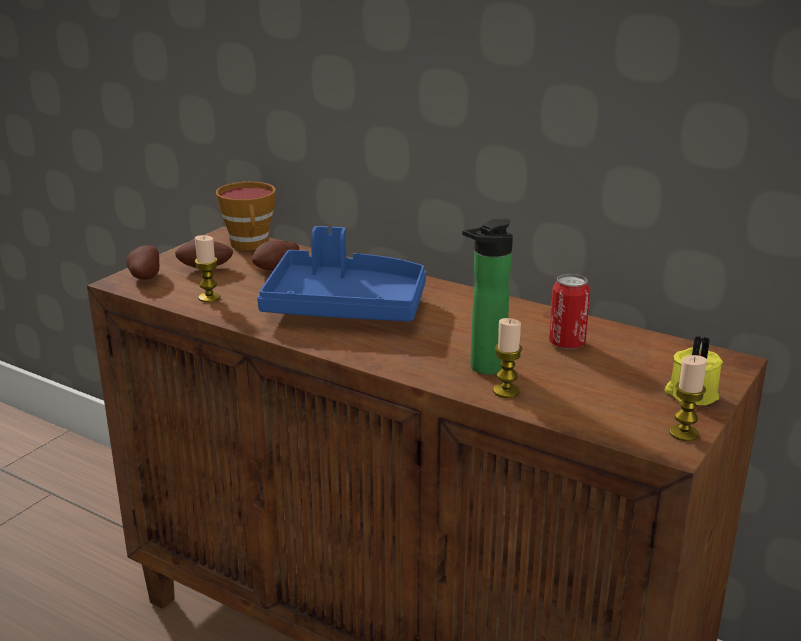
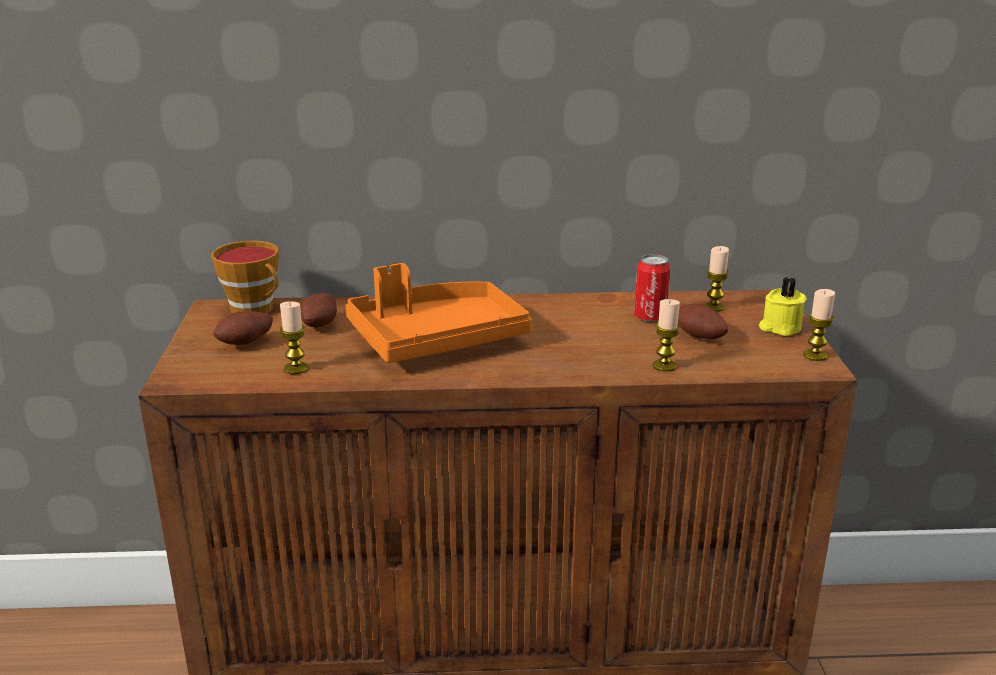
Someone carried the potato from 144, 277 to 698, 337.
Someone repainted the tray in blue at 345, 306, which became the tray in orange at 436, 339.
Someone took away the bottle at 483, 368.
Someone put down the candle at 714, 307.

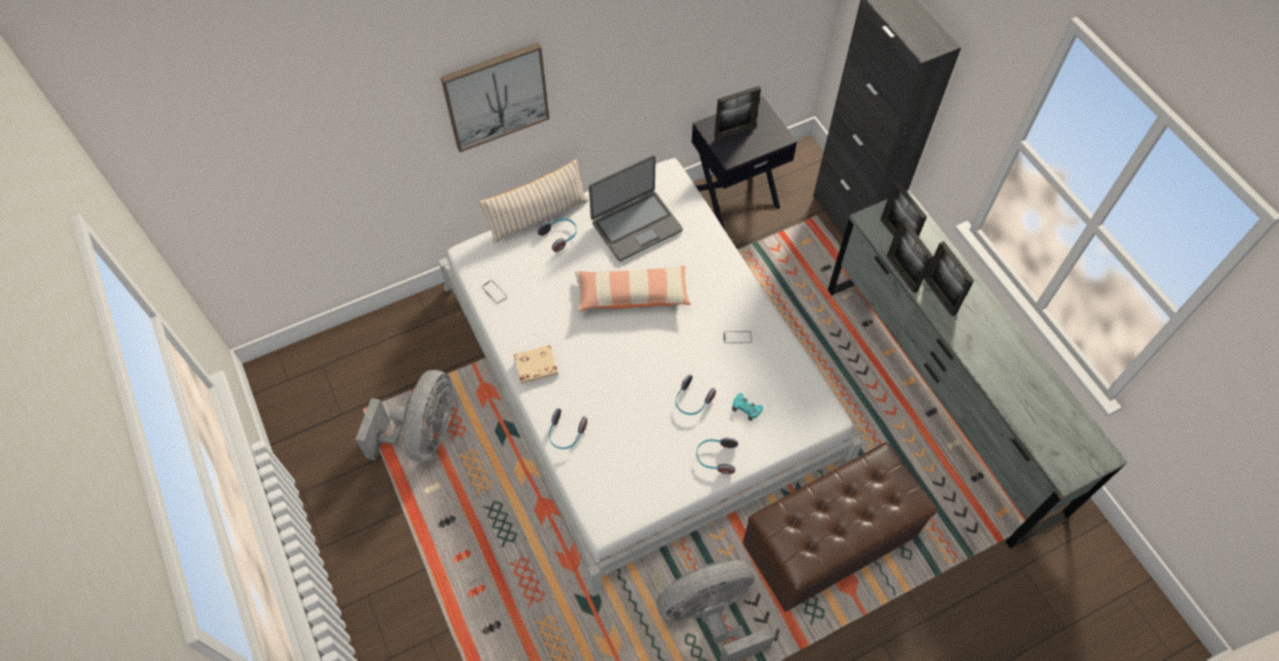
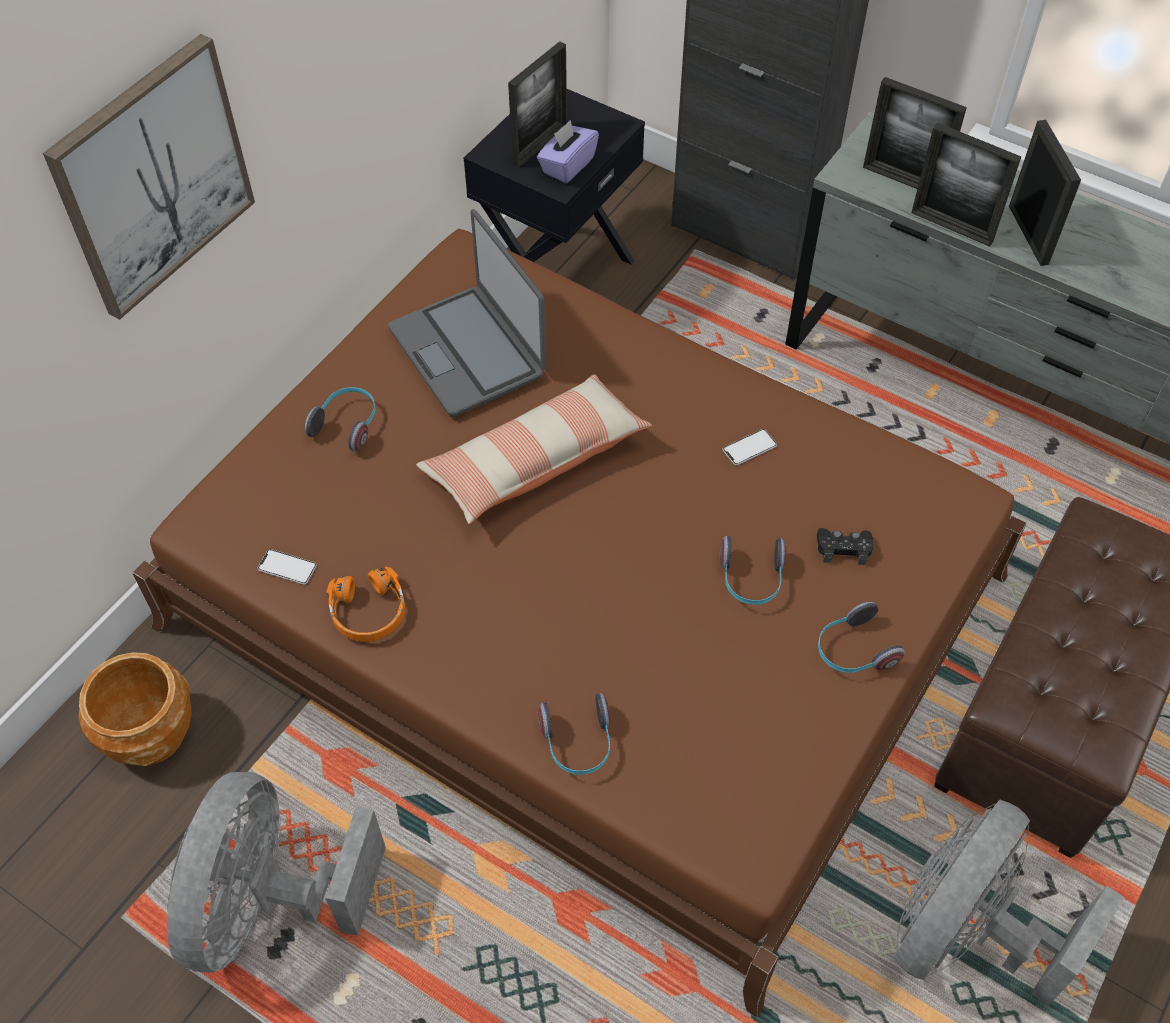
Someone rotated the fan in grey at 424, 435 by 150 degrees counterclockwise.
Someone repainted the bed in white at 639, 373, which became the bed in brown at 585, 602.
Someone took away the pillow in beige at 537, 216.
Someone took away the book in beige at 535, 367.
Someone rotated the laptop at 636, 226 by 120 degrees clockwise.
Someone repainted the game controller in turquoise at 746, 408, which became the game controller in black at 843, 548.
Someone rotated the picture frame at 939, 296 by 135 degrees counterclockwise.
Someone put down the planter in brown at 151, 734.
Someone put down the headphones in orange at 369, 612.
Someone put down the tissue box in purple at 567, 166.

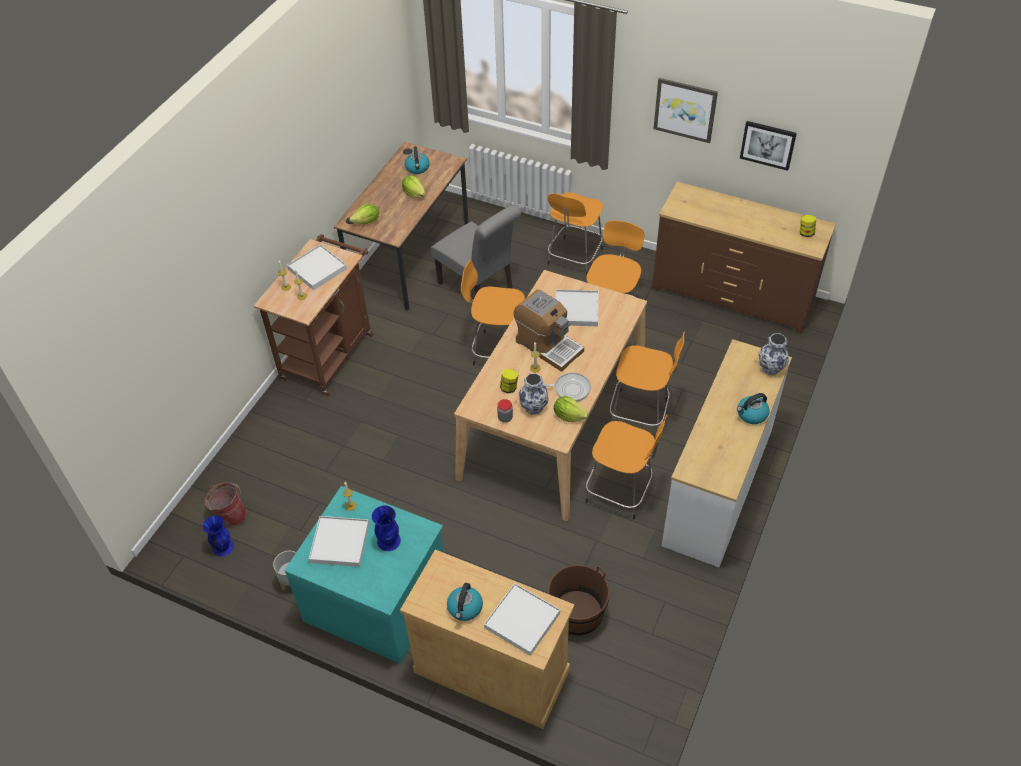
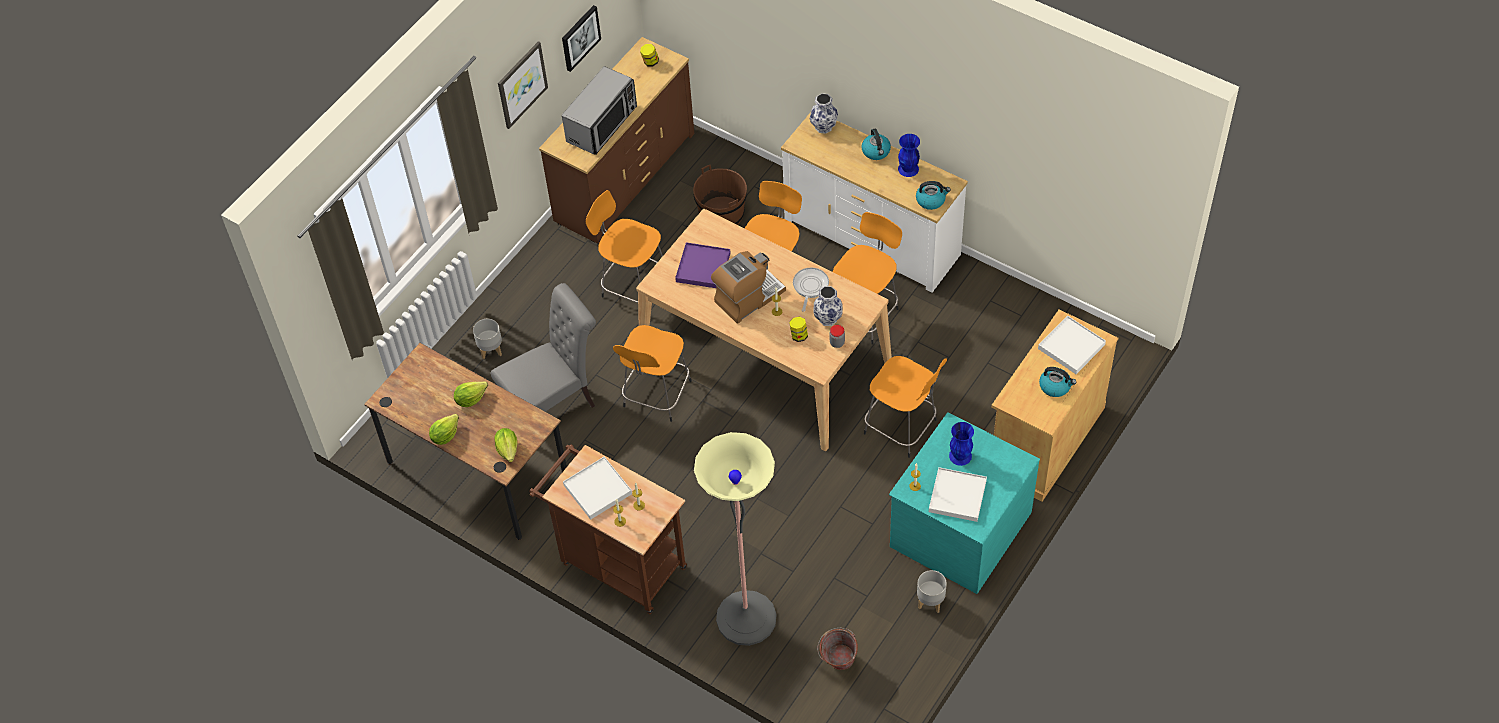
Someone carried the vase in blue from 222, 547 to 908, 169.
Someone carried the kettle from 417, 168 to 931, 200.
Someone carried the stool in orange from 574, 258 to 902, 428.
Someone carried the bucket in brown from 577, 613 to 721, 214.
Someone carried the lettuce from 569, 416 to 445, 435.
Someone repainted the tray in white at 576, 310, which became the tray in purple at 703, 267.
Someone put down the planter in grey at 491, 350.
Someone put down the microwave at 602, 124.
Someone put down the floor lamp at 746, 618.

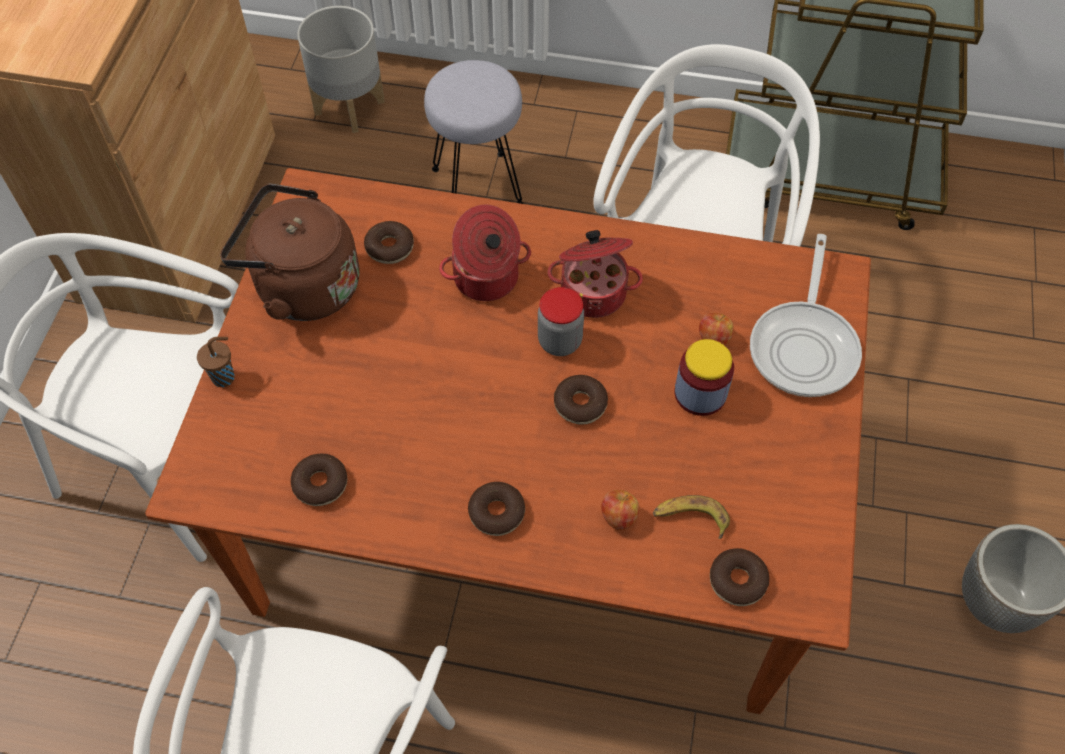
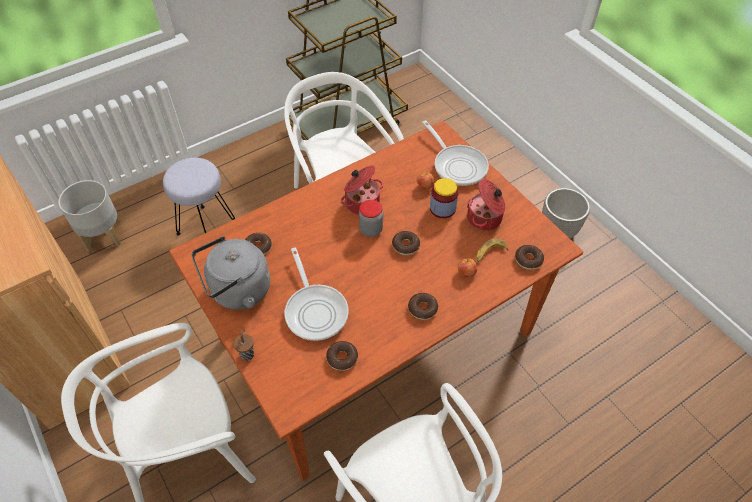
Someone repainted the kettle in brown at 302, 286, which became the kettle in grey at 237, 291.
Someone carried the cooking pot from 486, 279 to 485, 218.
Someone put down the frying pan at 315, 310.

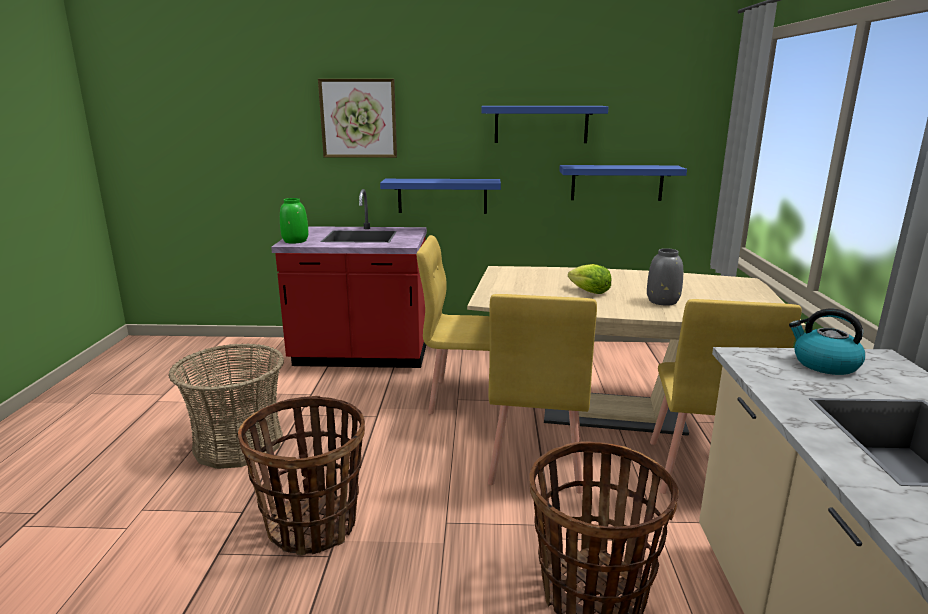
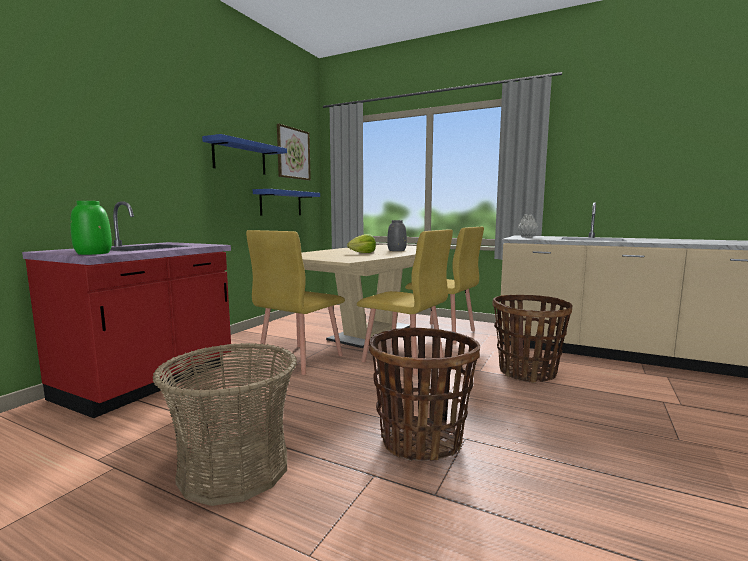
Someone carried the picture from 358, 118 to 293, 153.
Someone took away the shelf in blue at 442, 196.
Someone swapped the kettle at 824, 364 for the vase in grey at 527, 237.

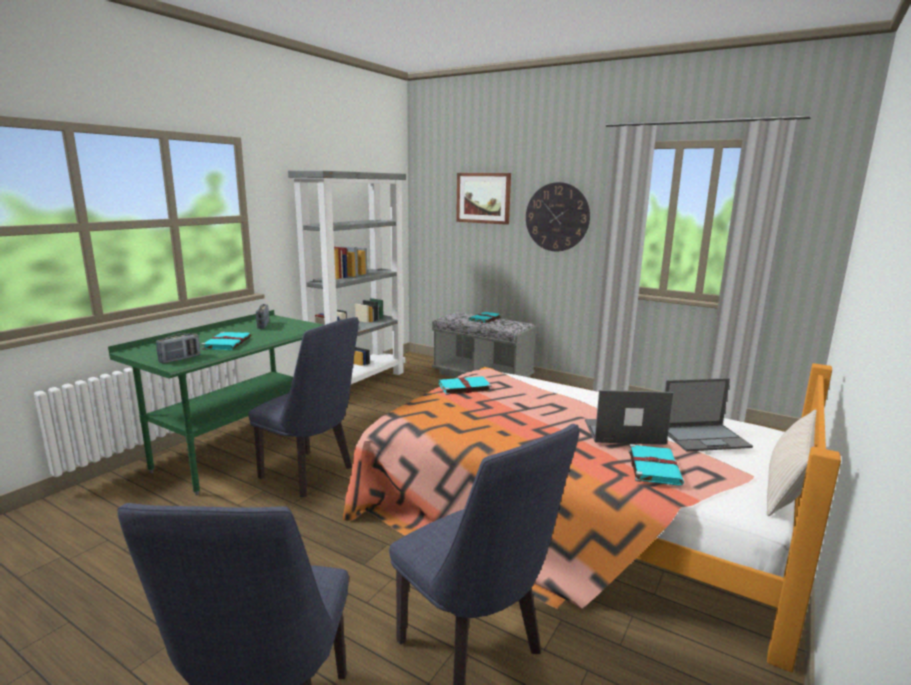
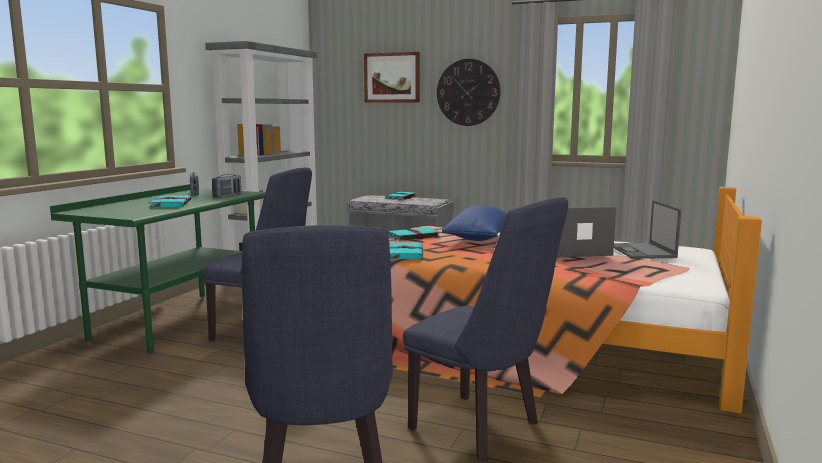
Someone carried the radio from 180, 359 to 227, 196.
Someone carried the book in turquoise from 653, 466 to 405, 253.
Someone rotated the laptop at 705, 437 by 105 degrees clockwise.
Someone took away the pillow in beige at 787, 487.
Someone put down the pillow in blue at 481, 238.

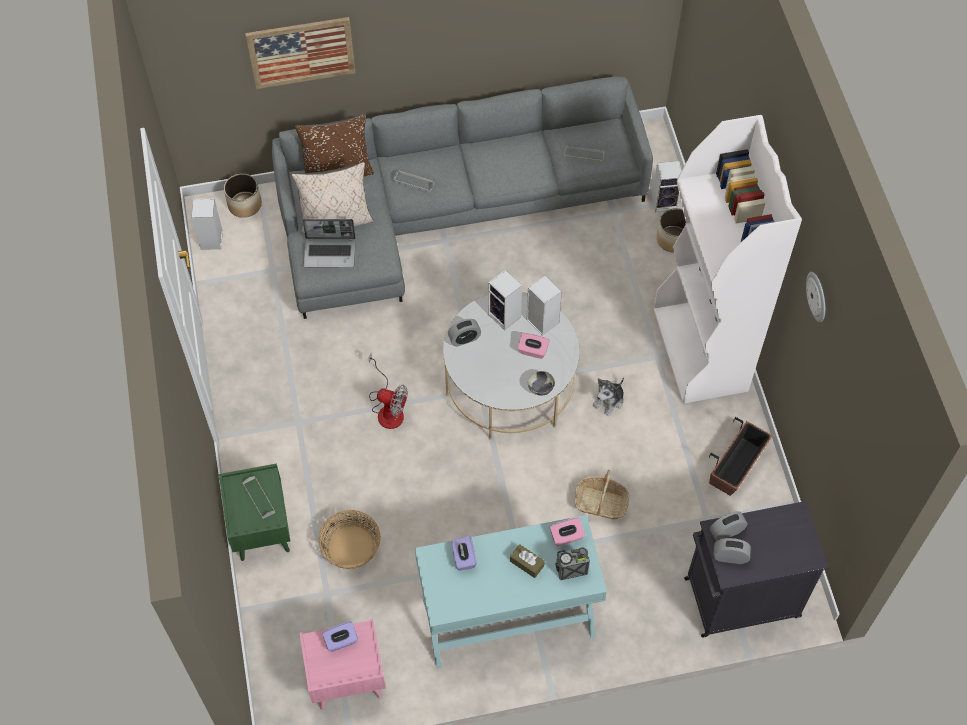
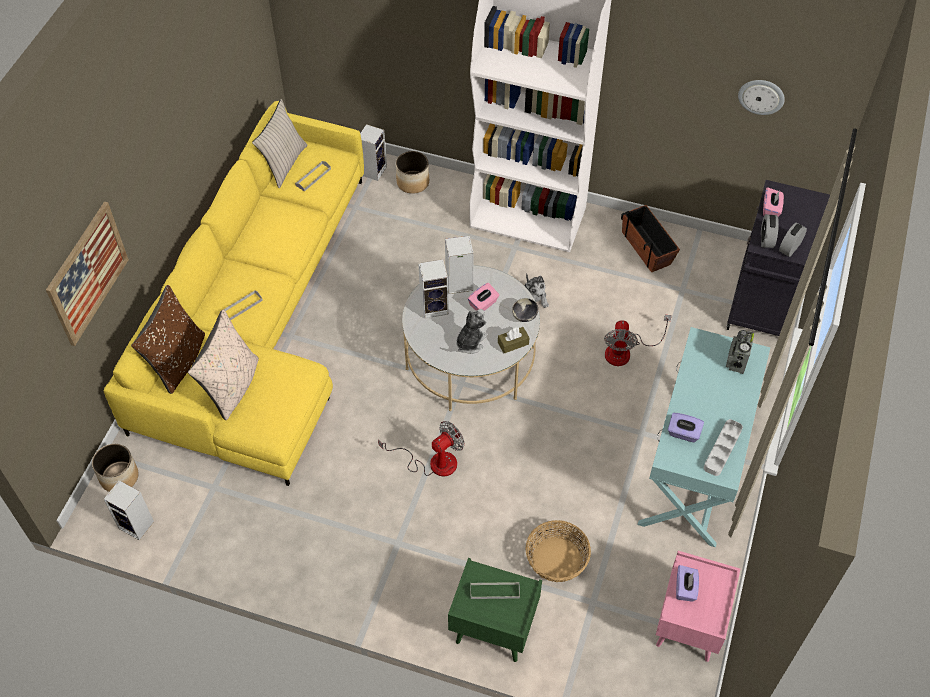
Someone repainted the sofa in grey at 445, 210, which became the sofa in yellow at 258, 320.
Someone took away the laptop at 330, 253.
Someone took away the alarm clock at 464, 339.
Someone carried the tissue box in brown from 527, 563 to 513, 343.
Someone carried the tissue box in pink from 566, 537 to 771, 209.
Someone swapped the basket at 600, 503 for the fan at 625, 351.
Someone carried the wall clock from 817, 296 to 761, 96.
Someone put down the pillow in beige at 284, 164.
Someone put down the plush toy at 470, 342.
Someone put down the tray in grey at 722, 449.

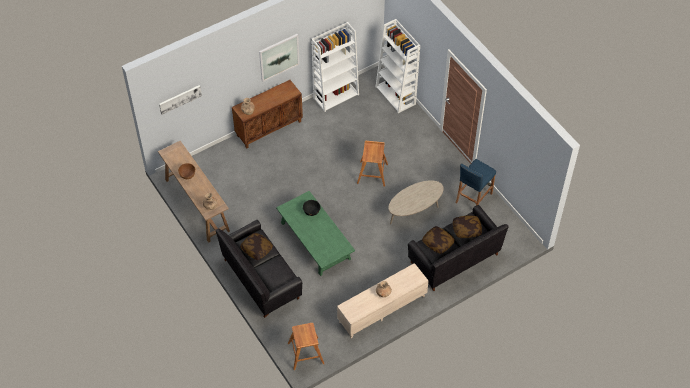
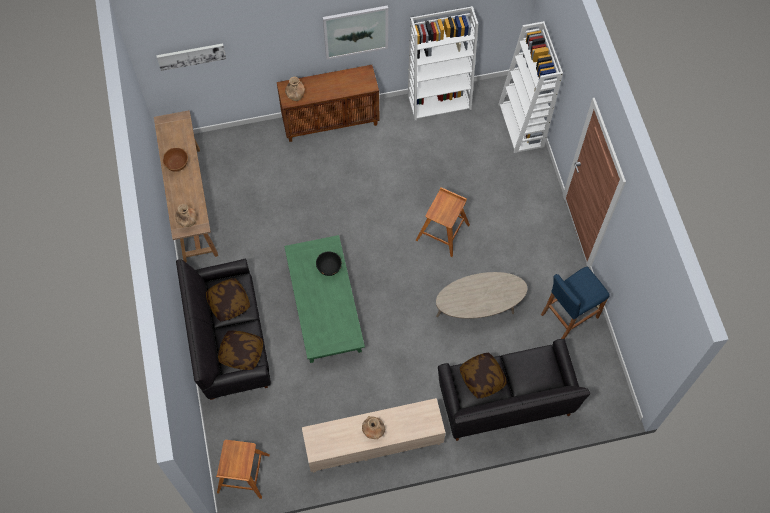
Someone carried the pillow from 466, 229 to 241, 353.

